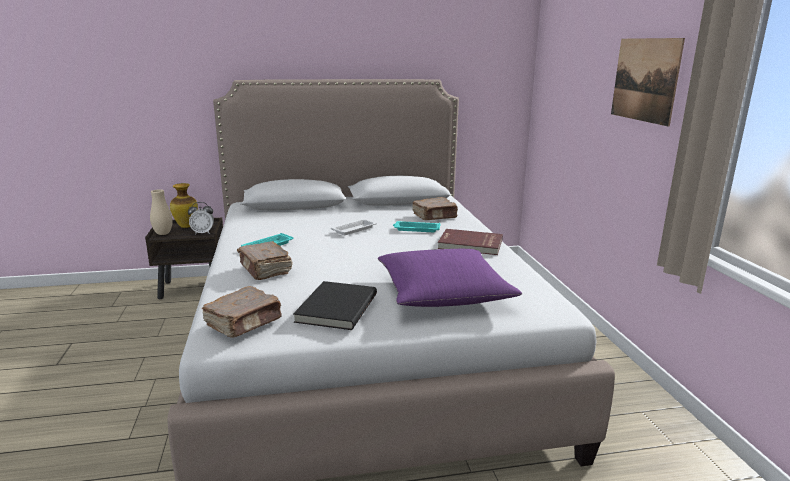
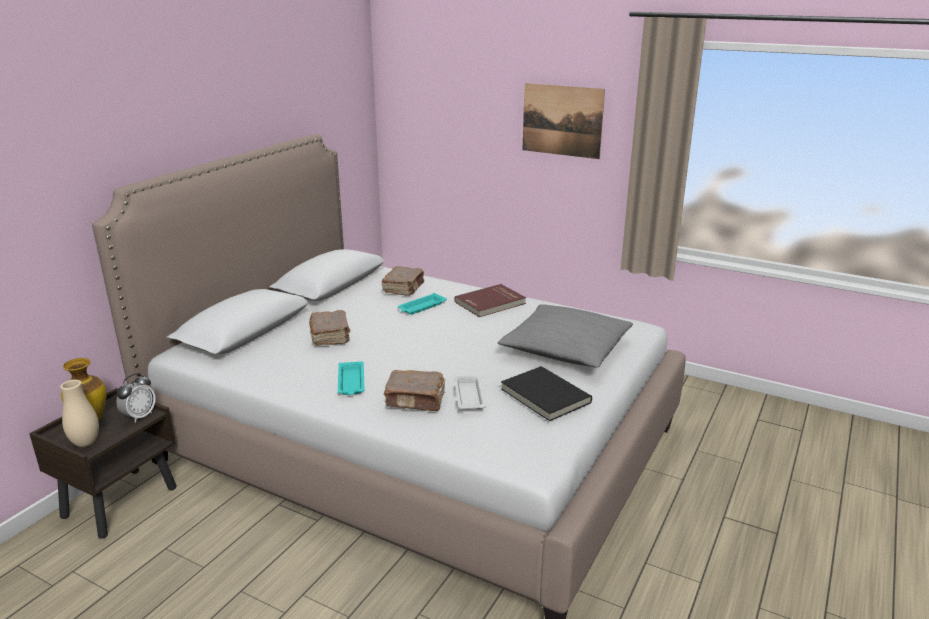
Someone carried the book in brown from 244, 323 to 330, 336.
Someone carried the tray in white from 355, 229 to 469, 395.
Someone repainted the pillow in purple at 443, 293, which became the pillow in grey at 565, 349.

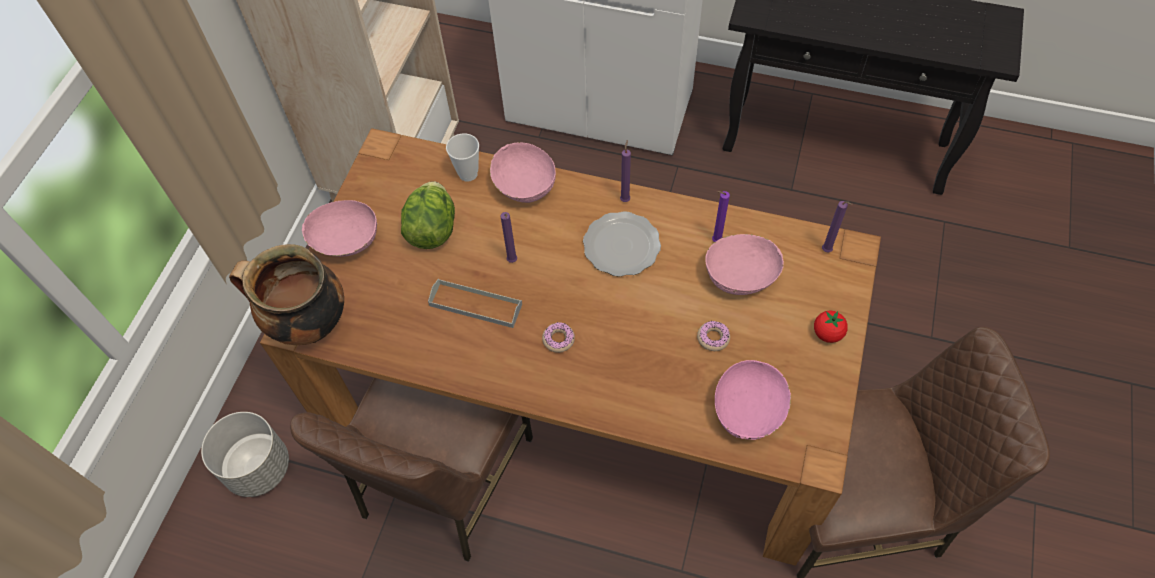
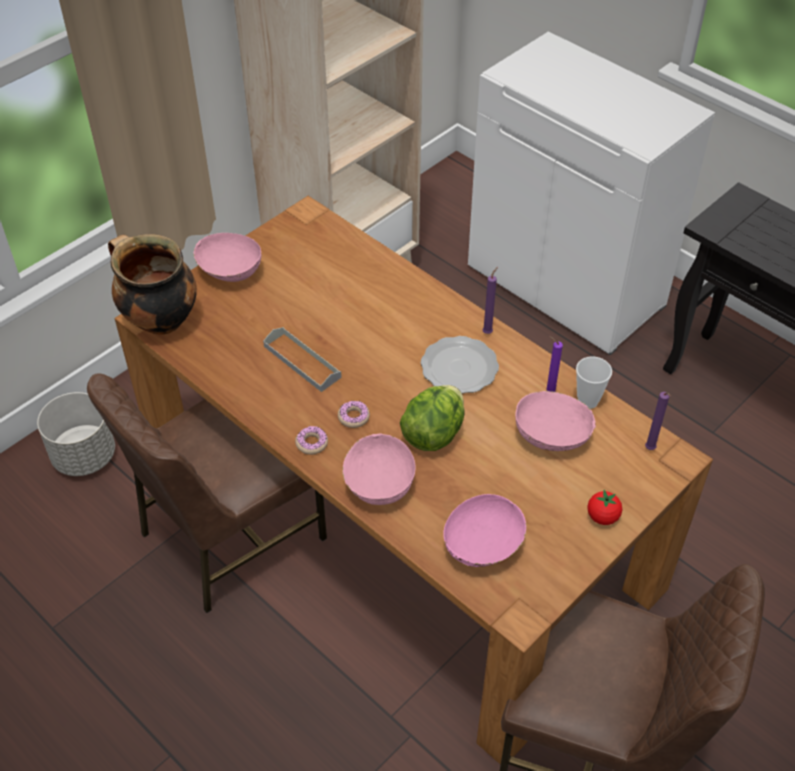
Someone carried the lettuce from 432, 230 to 433, 434.
Someone carried the cup from 468, 174 to 588, 401.
Someone carried the bowl in pink from 524, 186 to 379, 484.
Someone took away the candle in purple at 512, 262.
Someone carried the donut from 713, 338 to 311, 443.

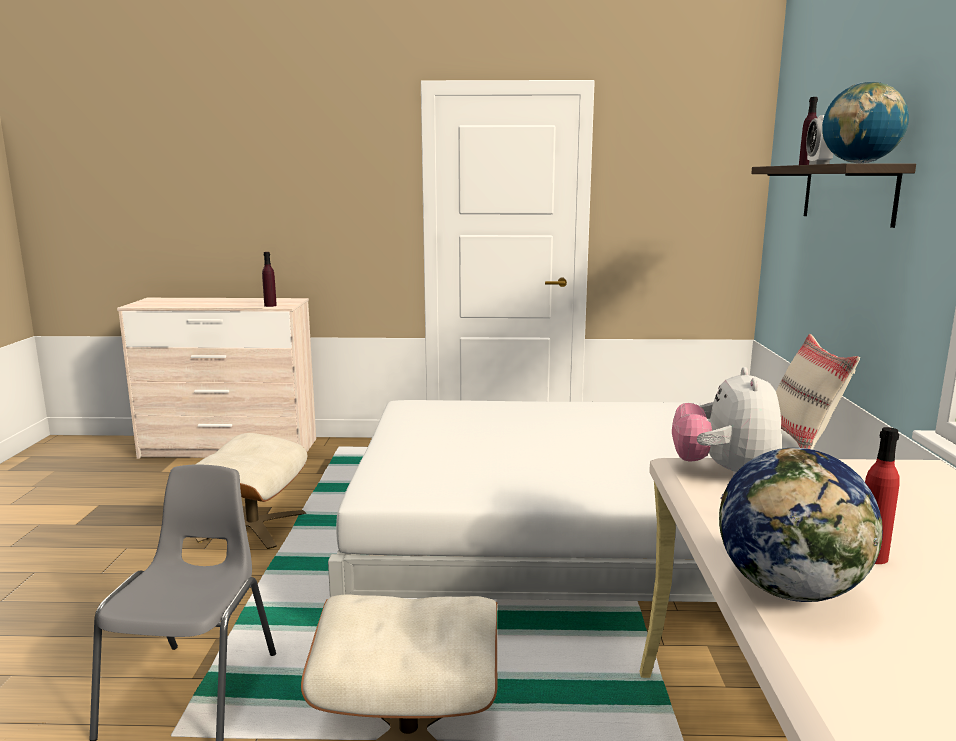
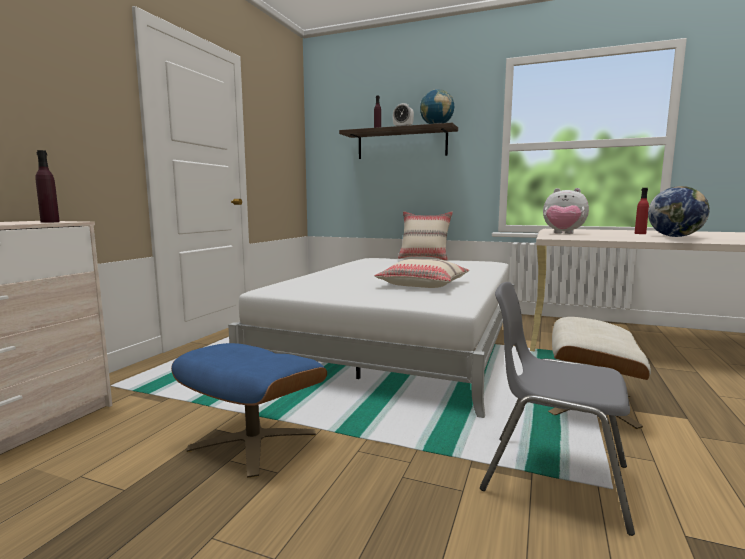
Someone repainted the ottoman in beige at 252, 526, which became the ottoman in blue at 252, 441.
Someone put down the pillow in beige at 423, 285.

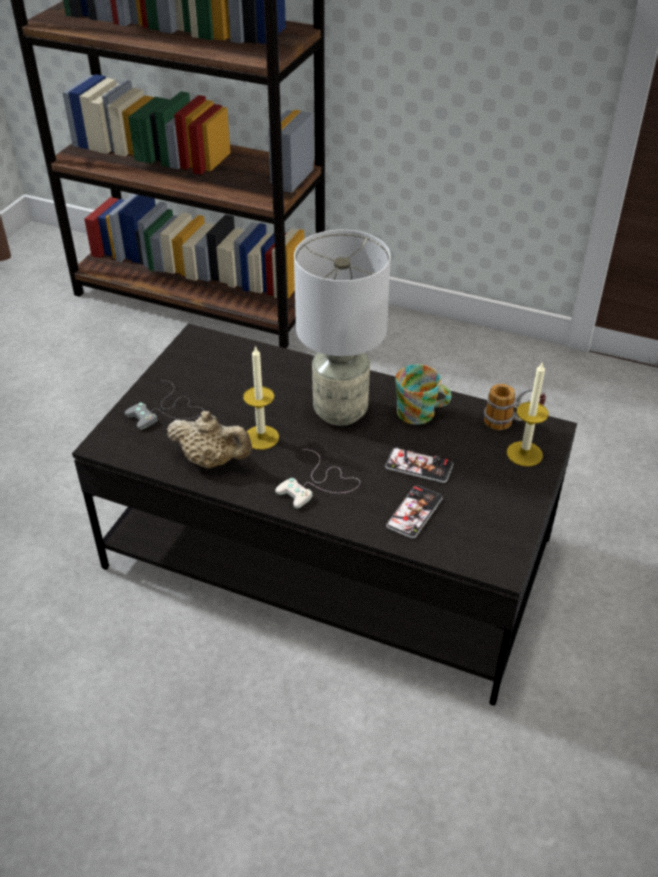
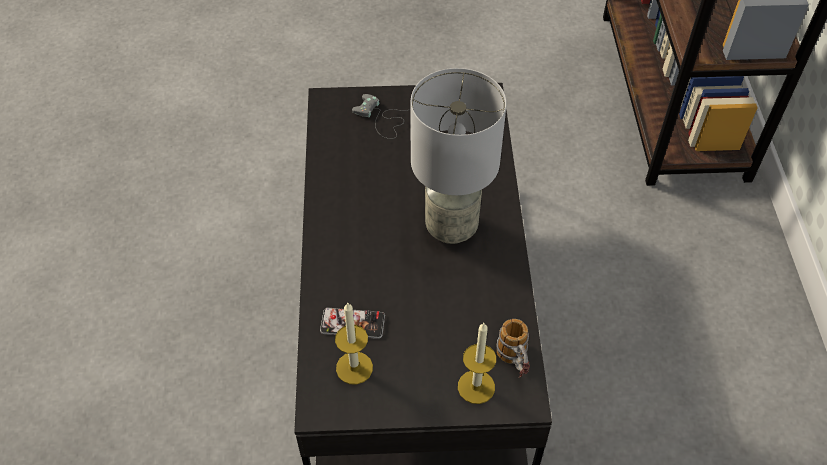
Someone took away the teapot in beige at 212, 461.
Someone carried the candle from 261, 437 to 354, 368.
Someone took away the game controller in white at 319, 484.
Someone took away the phone at 419, 466.
Someone took away the mug at 421, 413.

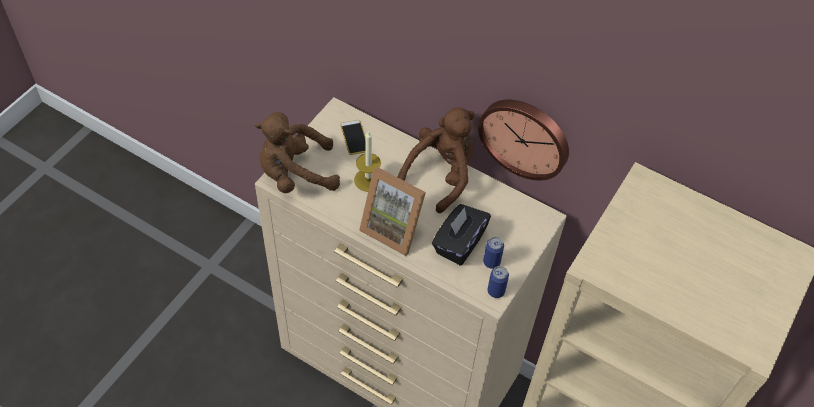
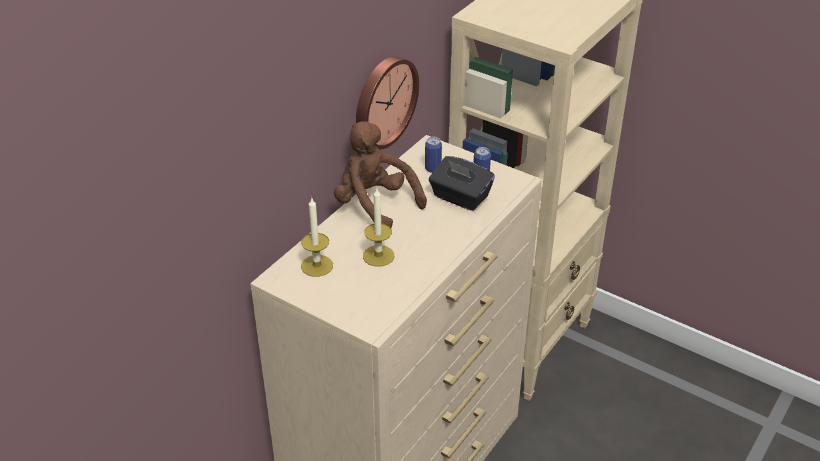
Someone took away the plush toy in brown at 295, 174.
Someone swapped the phone at 354, 137 for the candle at 317, 265.
Someone took away the picture frame at 394, 227.
Someone carried the can from 496, 291 to 433, 168.

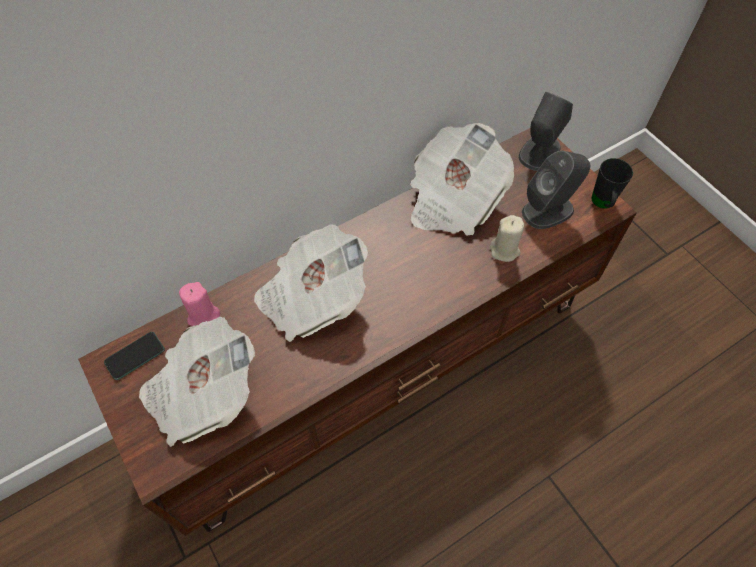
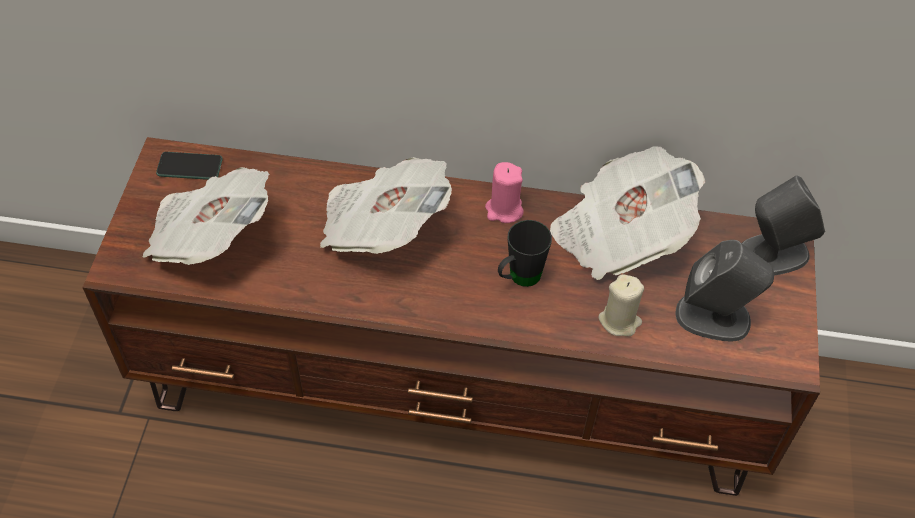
Someone carried the candle in pink from 203, 317 to 504, 210.
Someone carried the mug in black from 602, 205 to 519, 278.

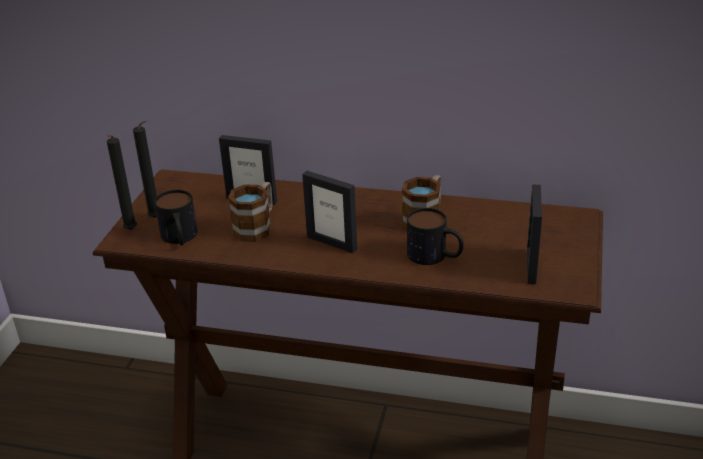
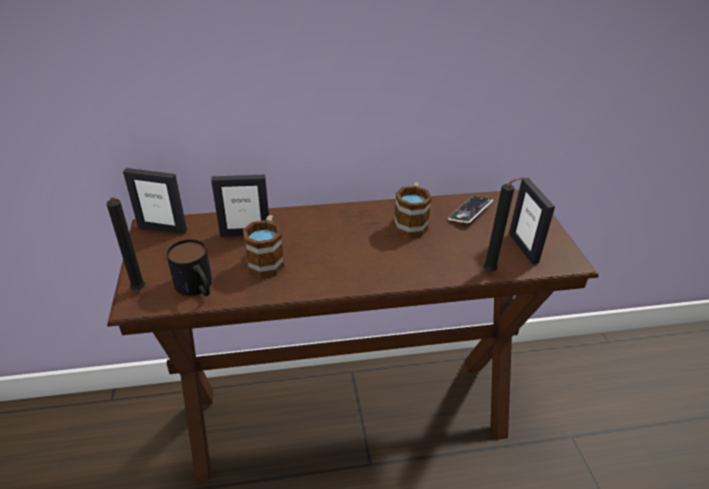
Someone carried the candle in black from 156, 218 to 491, 271.
Someone carried the picture frame from 332, 243 to 162, 228.
Someone took away the mug at 435, 256.
Someone put down the phone at 470, 212.

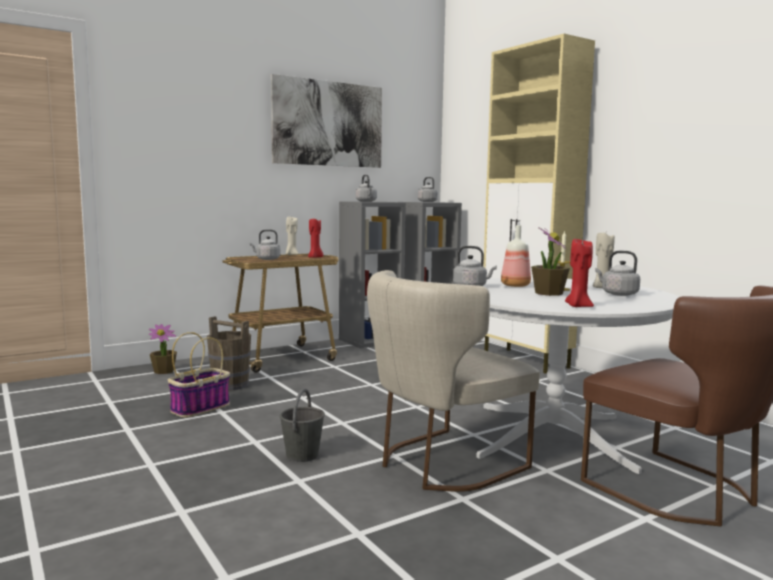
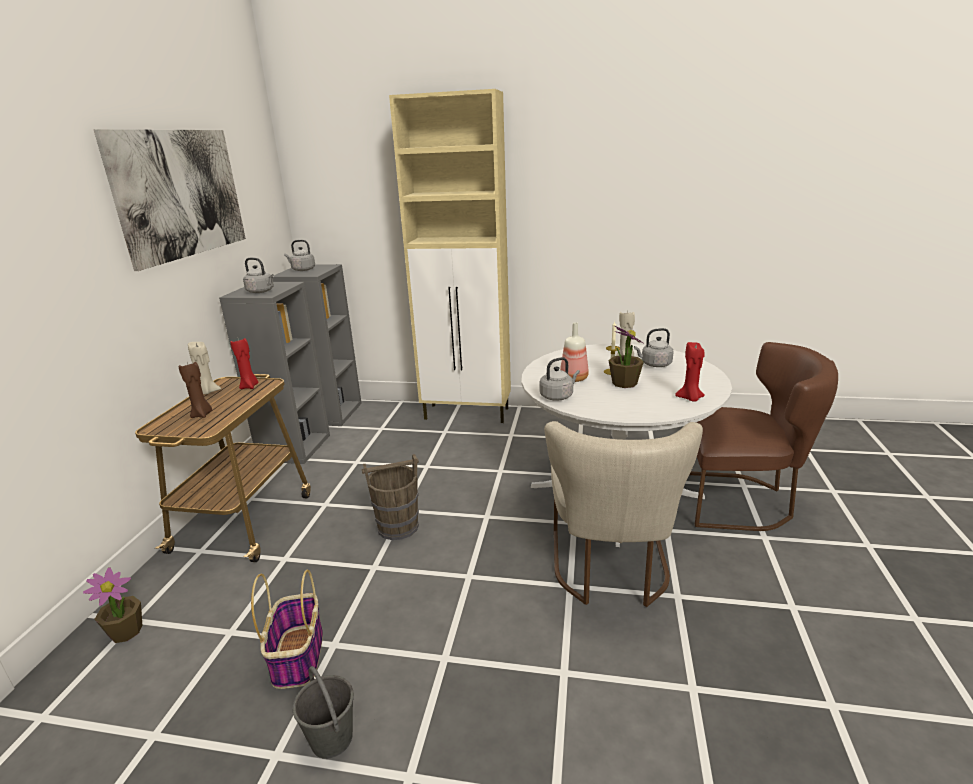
Someone carried the bucket in brown from 230, 384 to 397, 527.
Someone swapped the kettle in grey at 266, 259 for the candle in brown at 202, 415.
Someone carried the bucket in grey from 302, 455 to 331, 738.

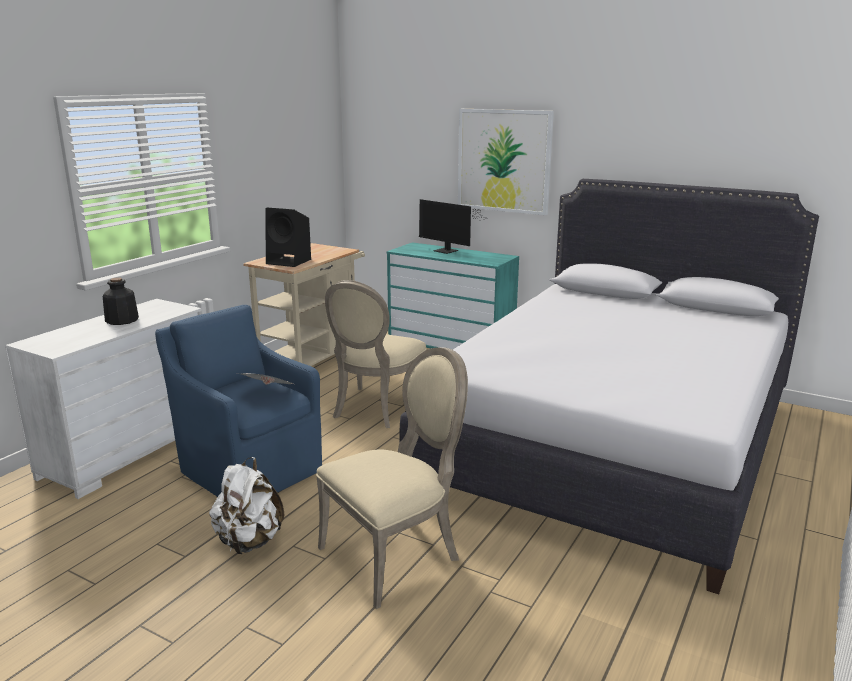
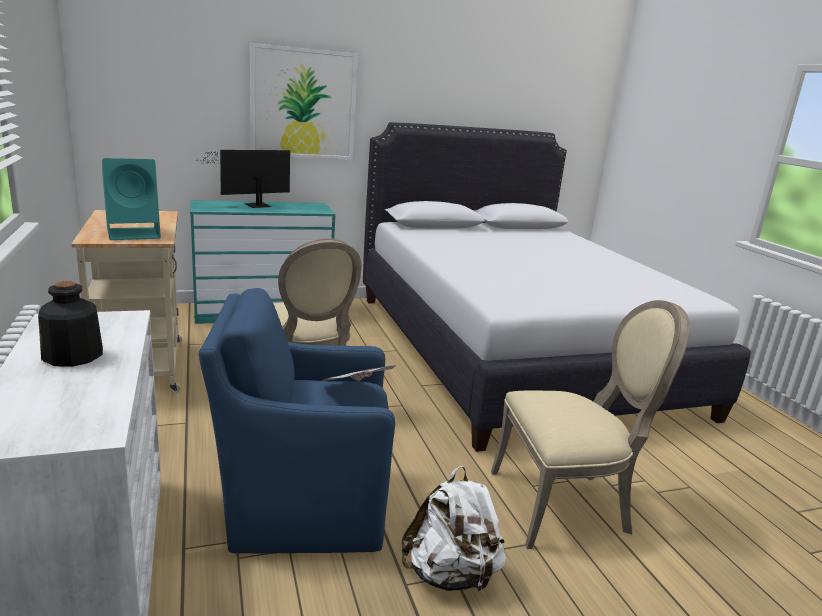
Someone repainted the speaker in black at 290, 261, which became the speaker in turquoise at 135, 233.
Someone rotated the chair in beige at 396, 554 by 75 degrees clockwise.
Someone rotated the monitor at 447, 251 by 150 degrees clockwise.

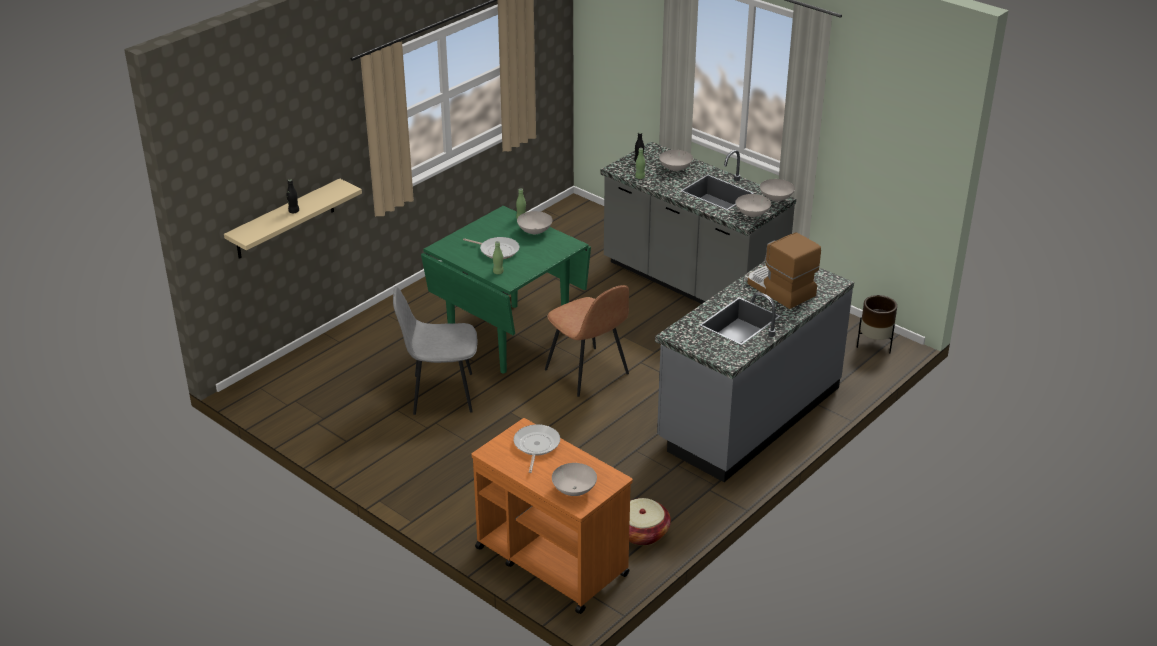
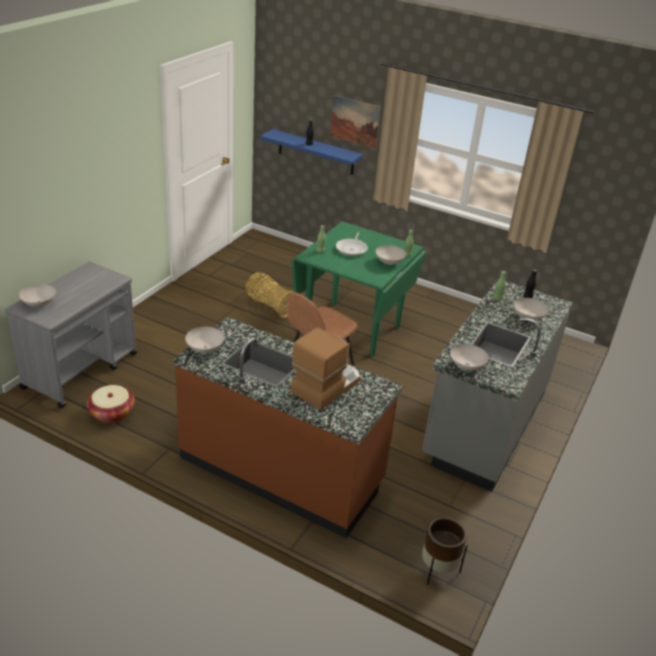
Someone repainted the shelf in beige at 285, 219, which became the shelf in blue at 316, 152.
Someone swapped the chair in grey at 440, 393 for the basket at 270, 305.
Someone repainted the cart in orange at 550, 560, which became the cart in grey at 81, 370.
Someone took away the frying pan at 536, 446.
Someone repainted the counter in grey at 748, 415, which became the counter in brown at 282, 470.
Someone carried the bowl in white from 775, 198 to 205, 349.
Someone put up the picture at 355, 121.

